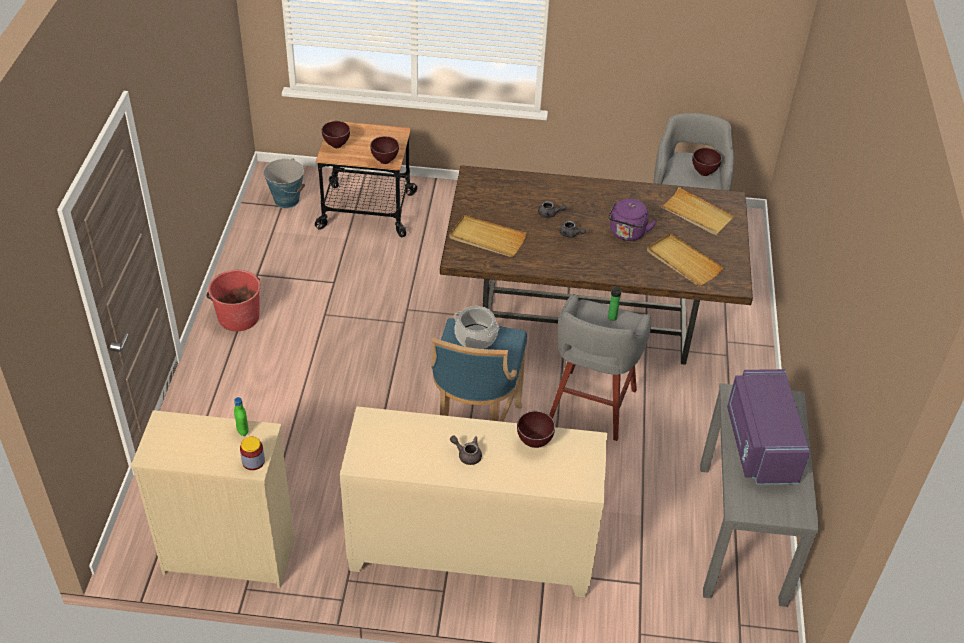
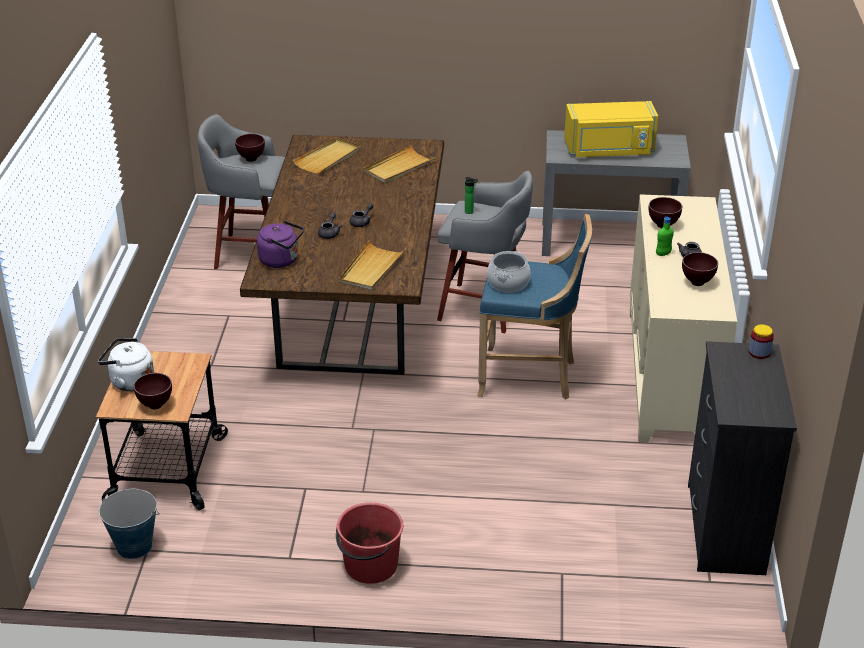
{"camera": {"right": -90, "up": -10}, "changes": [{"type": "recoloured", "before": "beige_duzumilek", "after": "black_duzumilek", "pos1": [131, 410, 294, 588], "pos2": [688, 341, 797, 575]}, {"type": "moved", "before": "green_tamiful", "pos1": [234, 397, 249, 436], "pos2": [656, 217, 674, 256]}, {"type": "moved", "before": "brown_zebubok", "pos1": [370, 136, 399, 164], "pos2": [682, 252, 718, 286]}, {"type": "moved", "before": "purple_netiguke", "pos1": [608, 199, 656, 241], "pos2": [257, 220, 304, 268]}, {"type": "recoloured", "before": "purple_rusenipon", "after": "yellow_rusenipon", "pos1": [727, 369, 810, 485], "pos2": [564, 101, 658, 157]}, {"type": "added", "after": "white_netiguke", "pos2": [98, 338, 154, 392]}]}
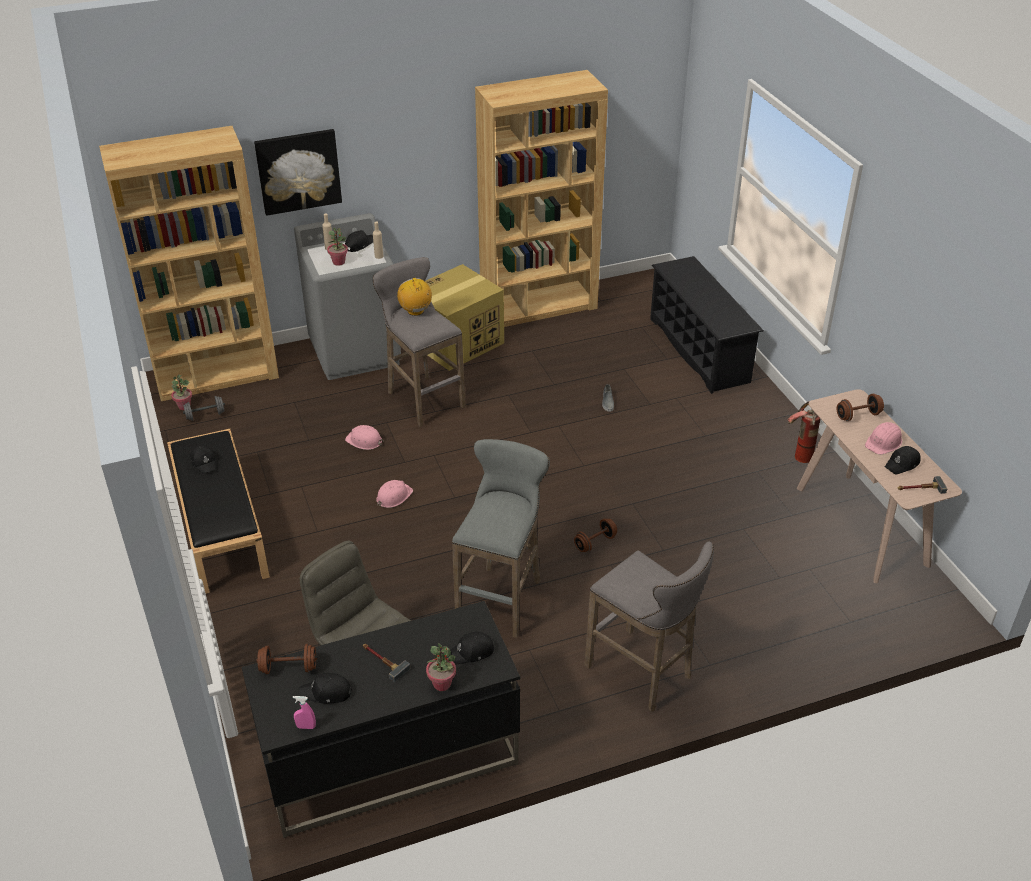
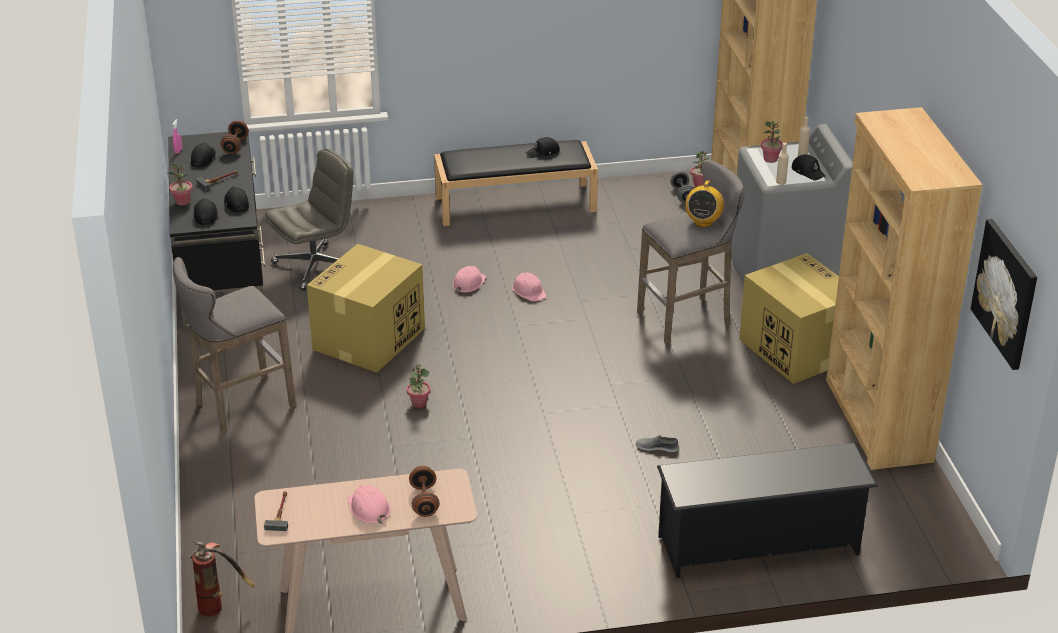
{"camera": {"right": 100, "up": -5}, "changes": [{"type": "moved", "before": "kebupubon", "pos1": [254, 129, 342, 216], "pos2": [971, 219, 1037, 370]}, {"type": "moved", "before": "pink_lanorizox", "pos1": [345, 425, 384, 450], "pos2": [453, 266, 486, 292]}, {"type": "turned", "before": "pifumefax", "pos1": [397, 278, 432, 316], "pos2": [685, 180, 724, 227], "turn": 120}, {"type": "replaced", "before": "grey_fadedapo", "after": "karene", "pos1": [452, 439, 550, 638], "pos2": [307, 244, 425, 373]}, {"type": "replaced", "before": "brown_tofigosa", "after": "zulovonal", "pos1": [574, 519, 617, 552], "pos2": [407, 364, 431, 408]}, {"type": "moved", "before": "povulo", "pos1": [788, 401, 820, 463], "pos2": [189, 542, 255, 617]}, {"type": "moved", "before": "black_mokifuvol", "pos1": [885, 446, 921, 474], "pos2": [224, 186, 249, 212]}]}
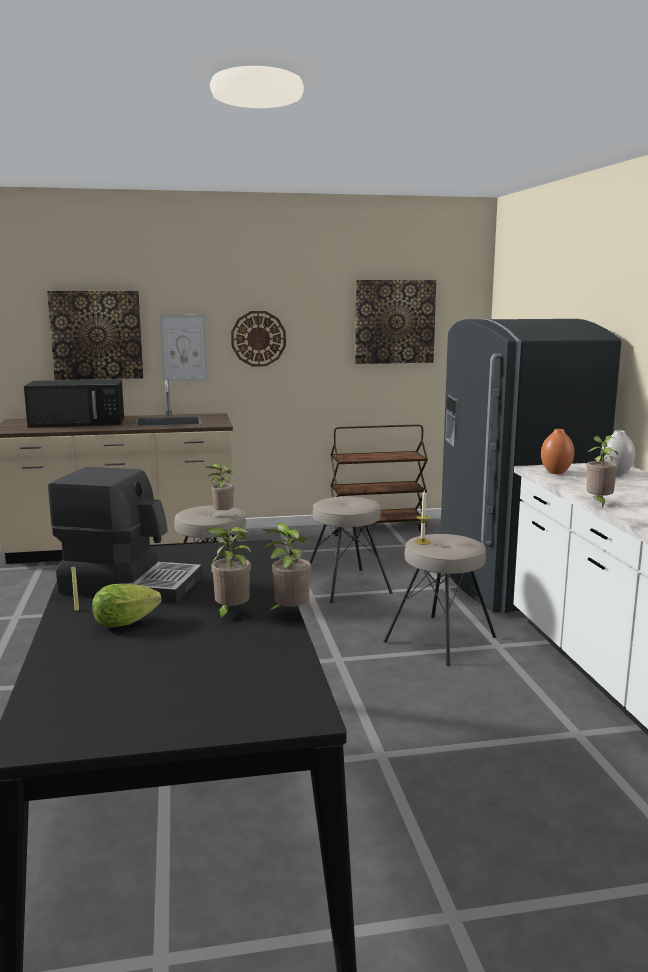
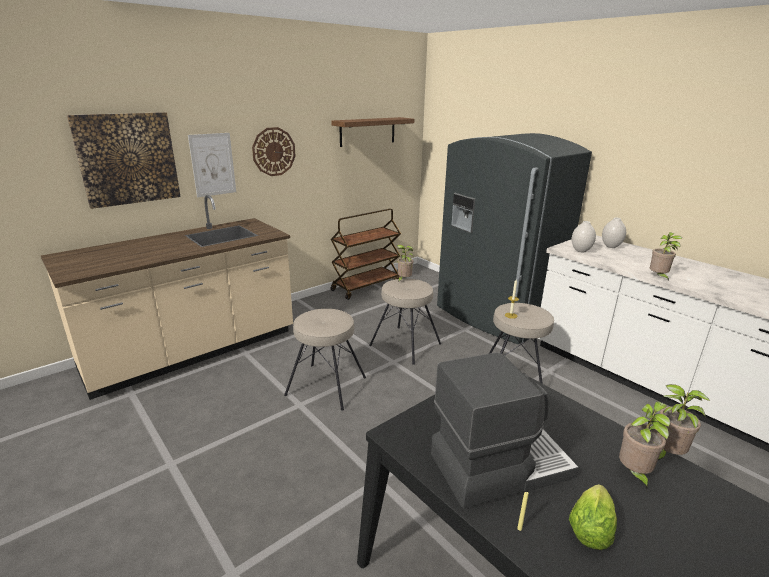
{"camera": {"right": -30, "up": 10}, "changes": [{"type": "removed", "before": "black_rusenipon", "pos1": [24, 379, 124, 428]}, {"type": "moved", "before": "zulovonal", "pos1": [205, 463, 234, 515], "pos2": [396, 245, 414, 283]}, {"type": "replaced", "before": "kebupubon", "after": "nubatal", "pos1": [355, 280, 436, 364], "pos2": [331, 117, 414, 147]}, {"type": "recoloured", "before": "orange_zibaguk", "after": "white_zibaguk", "pos1": [541, 429, 574, 474], "pos2": [572, 221, 596, 252]}]}
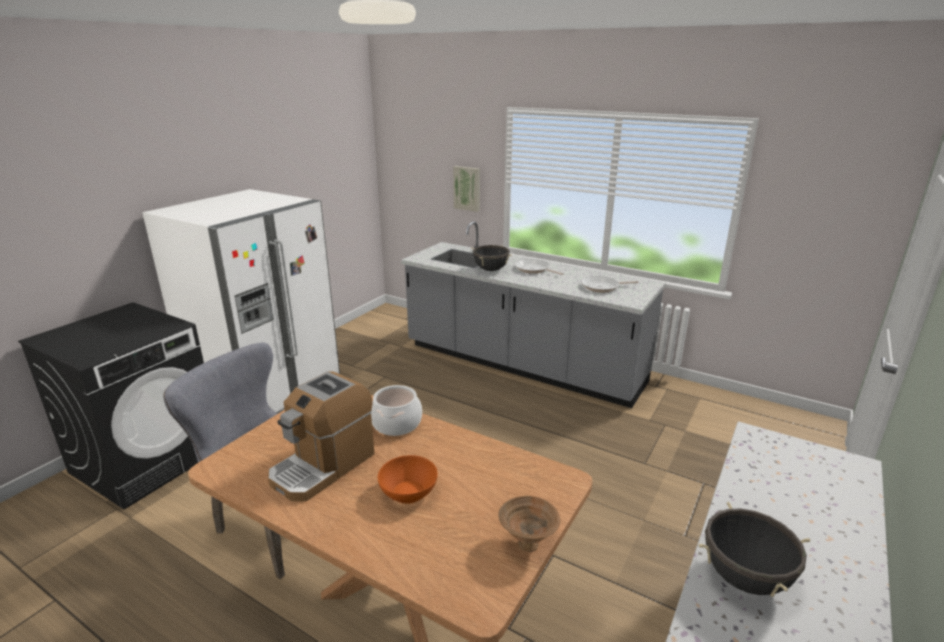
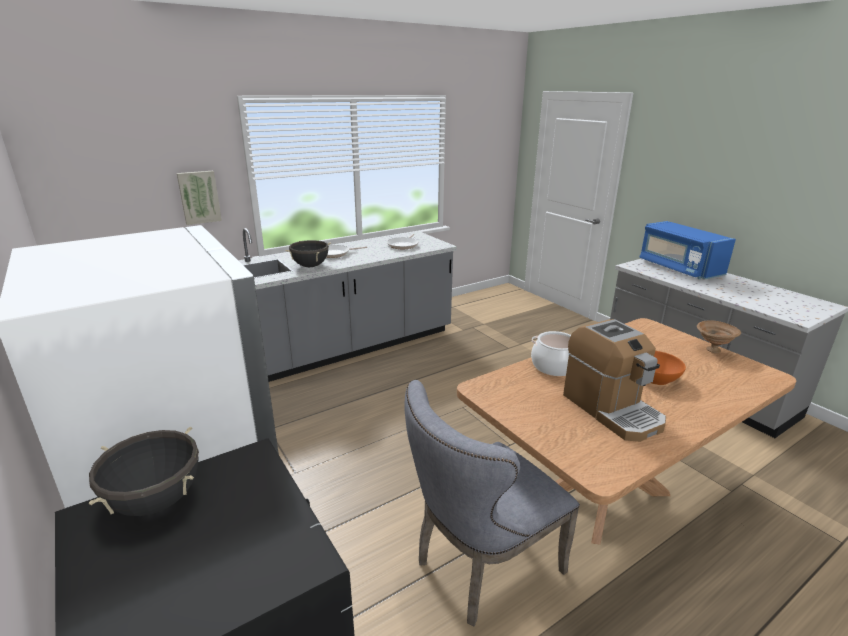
{"camera": {"right": -65, "up": 0}, "changes": [{"type": "moved", "before": "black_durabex", "pos1": [699, 502, 810, 597], "pos2": [89, 427, 199, 516]}, {"type": "added", "after": "blue_rusenipon", "pos2": [639, 221, 736, 279]}]}
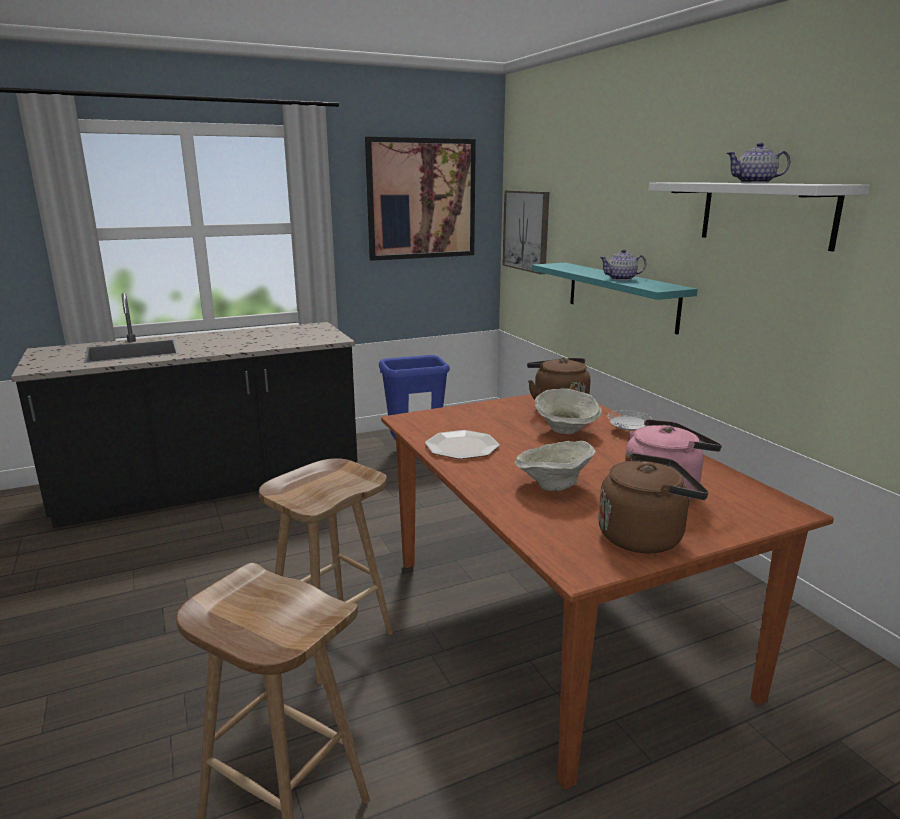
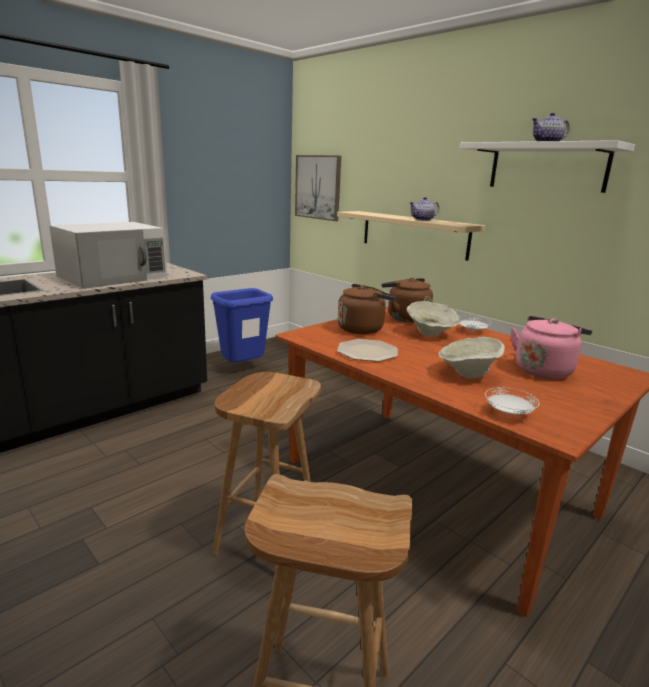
{"camera": {"right": -20, "up": 0}, "changes": [{"type": "removed", "before": "kebupubon", "pos1": [365, 137, 476, 261]}, {"type": "recoloured", "before": "turquoise_nubatal", "after": "beige_nubatal", "pos1": [532, 263, 698, 335], "pos2": [337, 211, 486, 261]}, {"type": "moved", "before": "brown_netiguke", "pos1": [598, 453, 708, 554], "pos2": [338, 284, 396, 334]}, {"type": "added", "after": "white_rusenipon", "pos2": [49, 222, 167, 289]}, {"type": "added", "after": "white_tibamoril", "pos2": [485, 387, 539, 415]}]}
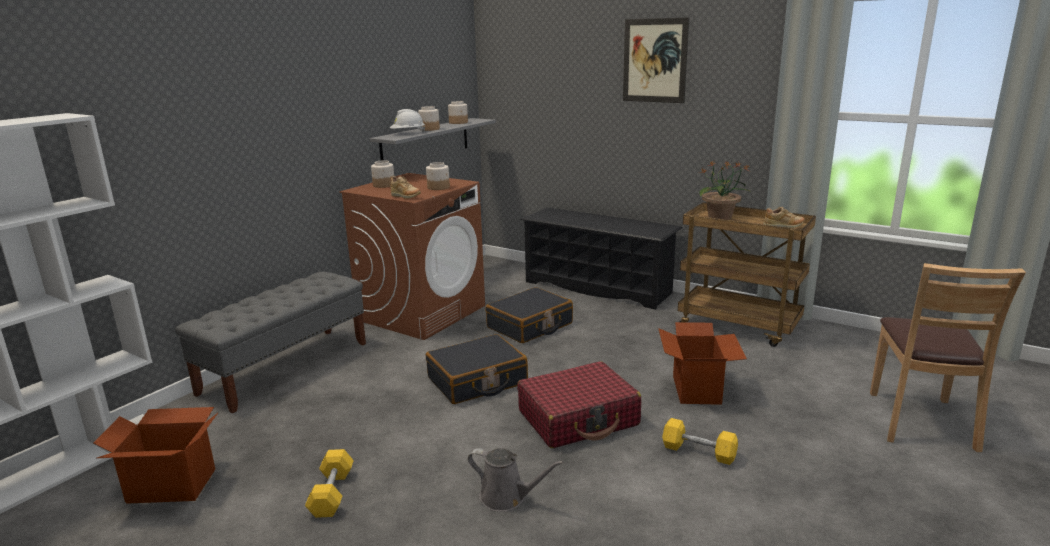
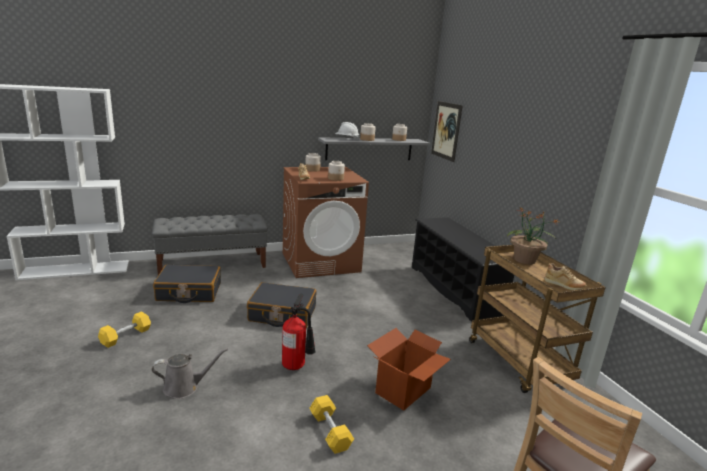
{"camera": {"right": 35, "up": 0}, "changes": [{"type": "removed", "before": "karene", "pos1": [94, 407, 218, 504]}, {"type": "turned", "before": "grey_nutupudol", "pos1": [468, 448, 563, 512], "pos2": [152, 348, 228, 399], "turn": -75}, {"type": "moved", "before": "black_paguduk", "pos1": [486, 287, 573, 343], "pos2": [153, 265, 221, 303]}, {"type": "replaced", "before": "red_paguduk", "after": "povulo", "pos1": [517, 361, 641, 448], "pos2": [282, 294, 316, 370]}, {"type": "moved", "before": "kebupubon", "pos1": [623, 17, 689, 103], "pos2": [431, 101, 463, 162]}]}
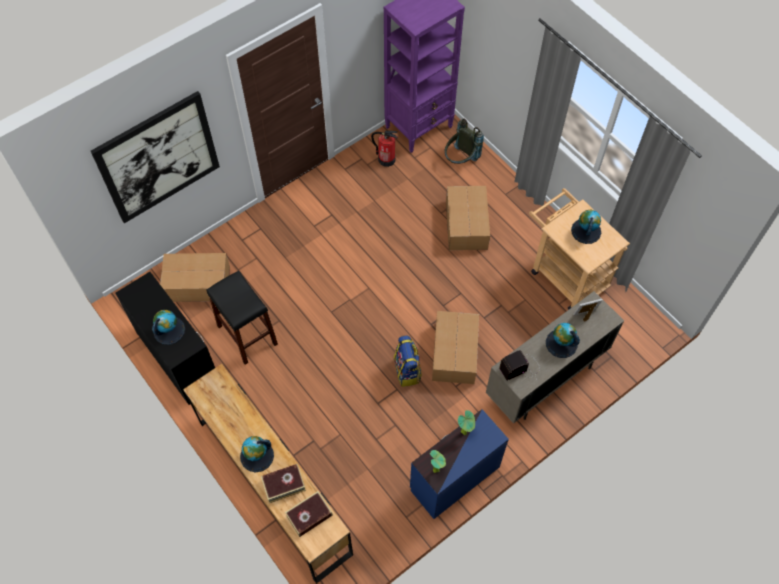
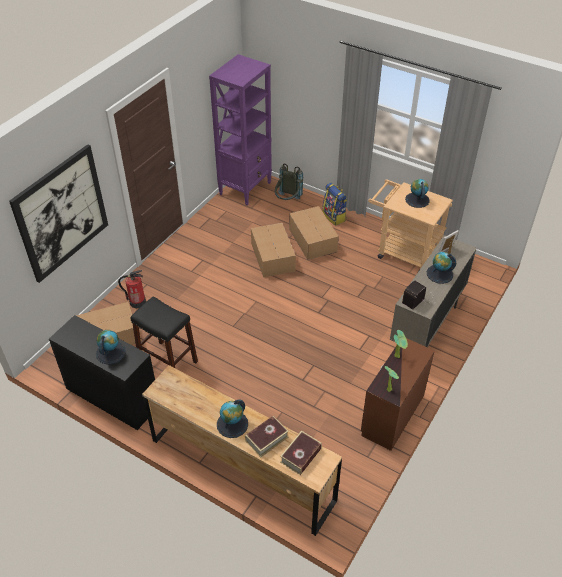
{"camera": {"right": -20, "up": -15}, "changes": [{"type": "moved", "before": "povulo", "pos1": [371, 131, 398, 167], "pos2": [118, 270, 146, 308]}, {"type": "moved", "before": "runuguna", "pos1": [394, 336, 422, 387], "pos2": [322, 183, 347, 226]}, {"type": "recoloured", "before": "blue_duzumilek", "after": "brown_duzumilek", "pos1": [410, 409, 509, 519], "pos2": [361, 338, 435, 451]}, {"type": "moved", "before": "karene", "pos1": [432, 311, 479, 384], "pos2": [251, 223, 296, 277]}]}
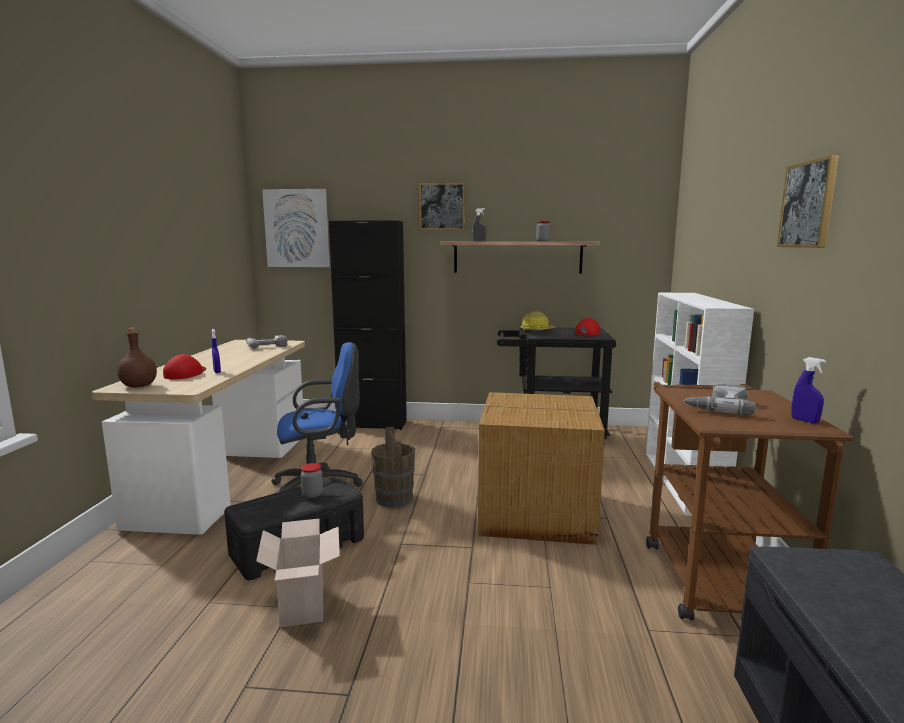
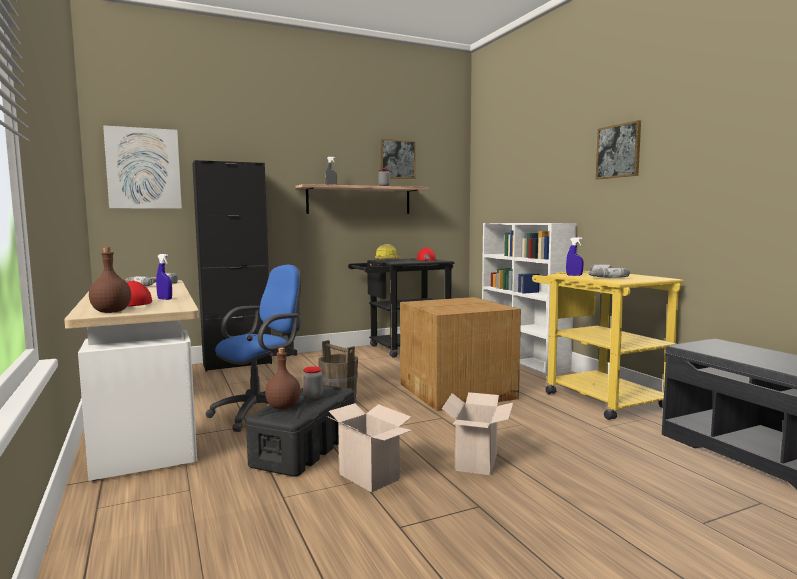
{"camera": {"right": -30, "up": -5}, "changes": [{"type": "moved", "before": "kebupubon", "pos1": [419, 183, 465, 230], "pos2": [380, 139, 416, 179]}, {"type": "recoloured", "before": "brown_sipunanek", "after": "yellow_sipunanek", "pos1": [646, 382, 853, 620], "pos2": [532, 271, 684, 420]}, {"type": "moved", "before": "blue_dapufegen", "pos1": [791, 357, 826, 424], "pos2": [566, 237, 584, 276]}, {"type": "added", "after": "brown_tamiful", "pos2": [265, 347, 301, 409]}, {"type": "added", "after": "karene", "pos2": [442, 392, 513, 475]}]}
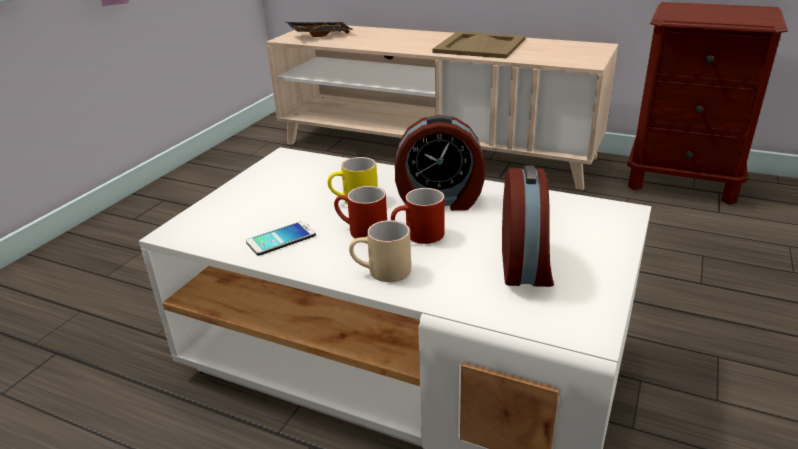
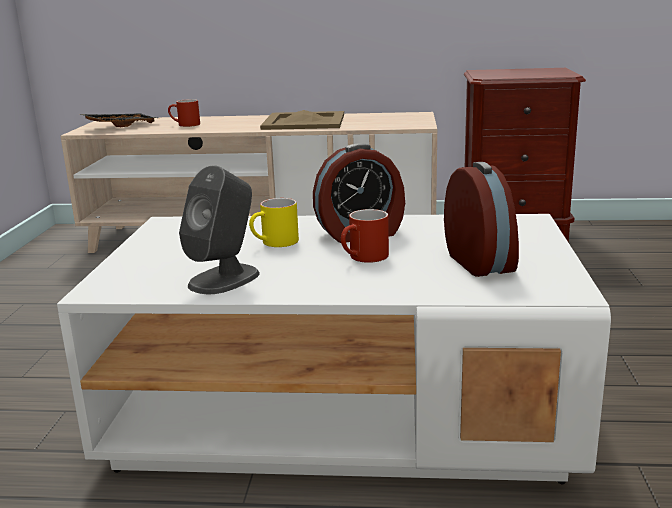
{"camera": {"right": -20, "up": -10}, "changes": [{"type": "replaced", "before": "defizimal", "after": "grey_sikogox", "pos1": [246, 221, 316, 255], "pos2": [179, 165, 260, 294]}, {"type": "moved", "before": "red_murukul", "pos1": [334, 186, 387, 239], "pos2": [168, 99, 200, 127]}, {"type": "removed", "before": "beige_murukul", "pos1": [349, 220, 411, 282]}]}
